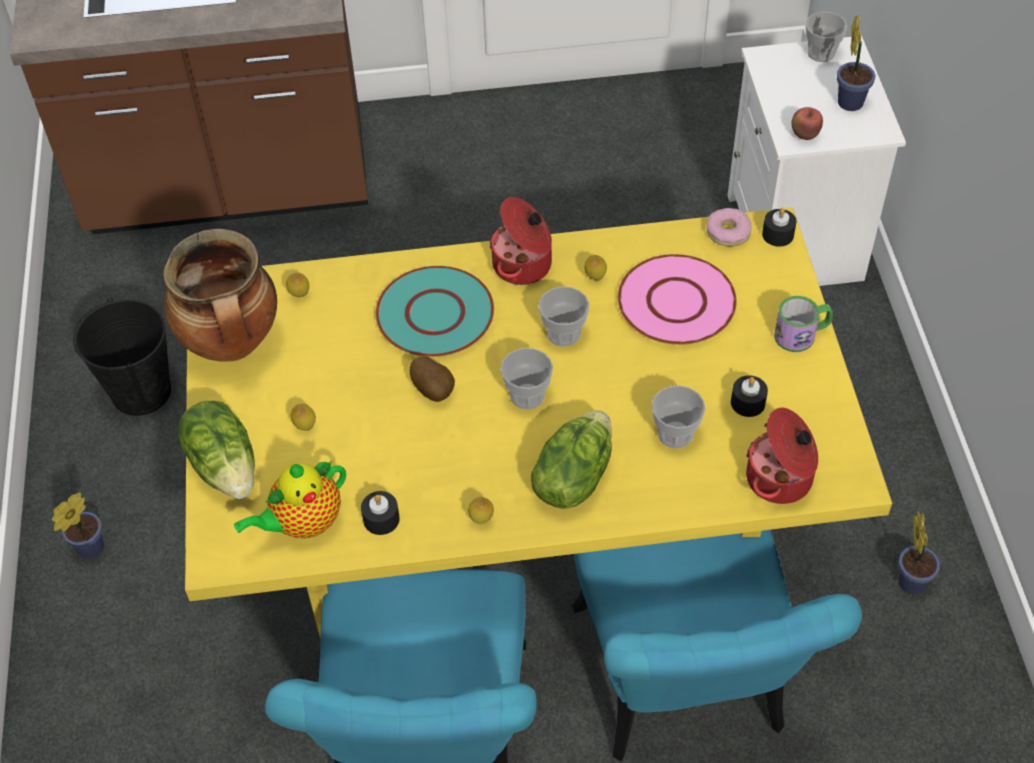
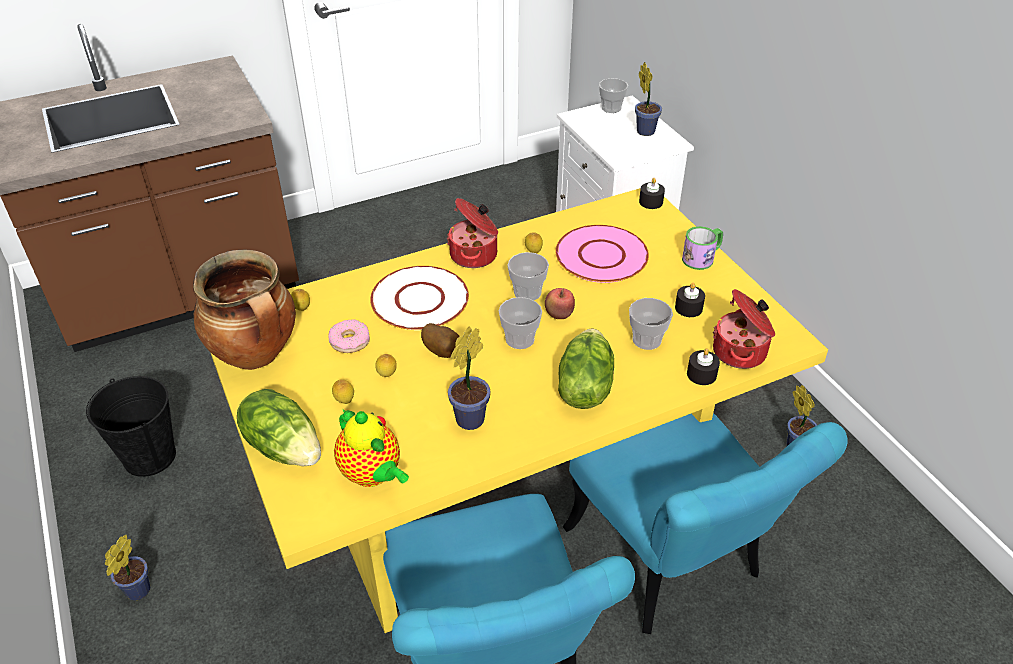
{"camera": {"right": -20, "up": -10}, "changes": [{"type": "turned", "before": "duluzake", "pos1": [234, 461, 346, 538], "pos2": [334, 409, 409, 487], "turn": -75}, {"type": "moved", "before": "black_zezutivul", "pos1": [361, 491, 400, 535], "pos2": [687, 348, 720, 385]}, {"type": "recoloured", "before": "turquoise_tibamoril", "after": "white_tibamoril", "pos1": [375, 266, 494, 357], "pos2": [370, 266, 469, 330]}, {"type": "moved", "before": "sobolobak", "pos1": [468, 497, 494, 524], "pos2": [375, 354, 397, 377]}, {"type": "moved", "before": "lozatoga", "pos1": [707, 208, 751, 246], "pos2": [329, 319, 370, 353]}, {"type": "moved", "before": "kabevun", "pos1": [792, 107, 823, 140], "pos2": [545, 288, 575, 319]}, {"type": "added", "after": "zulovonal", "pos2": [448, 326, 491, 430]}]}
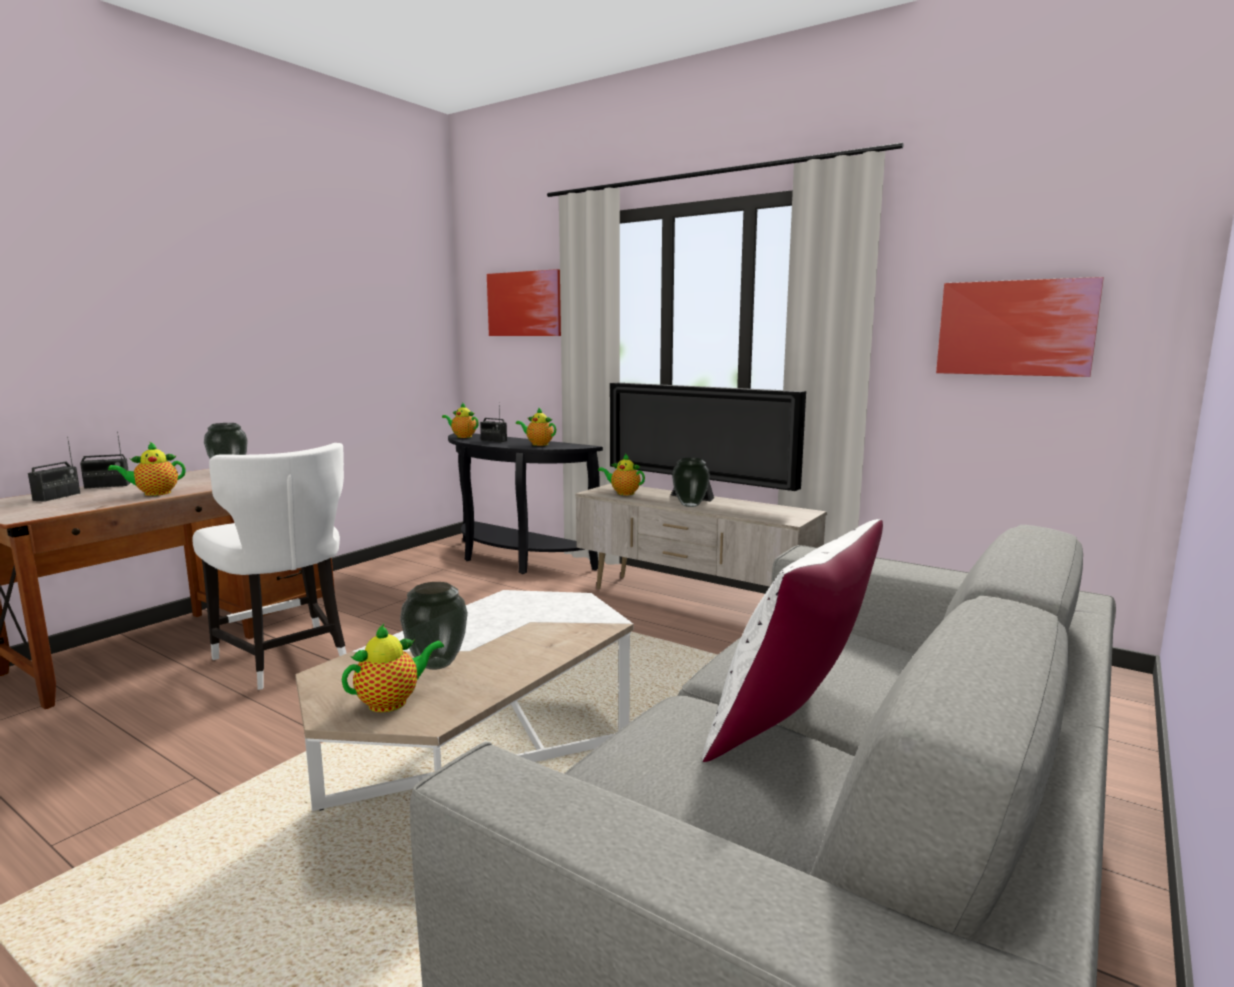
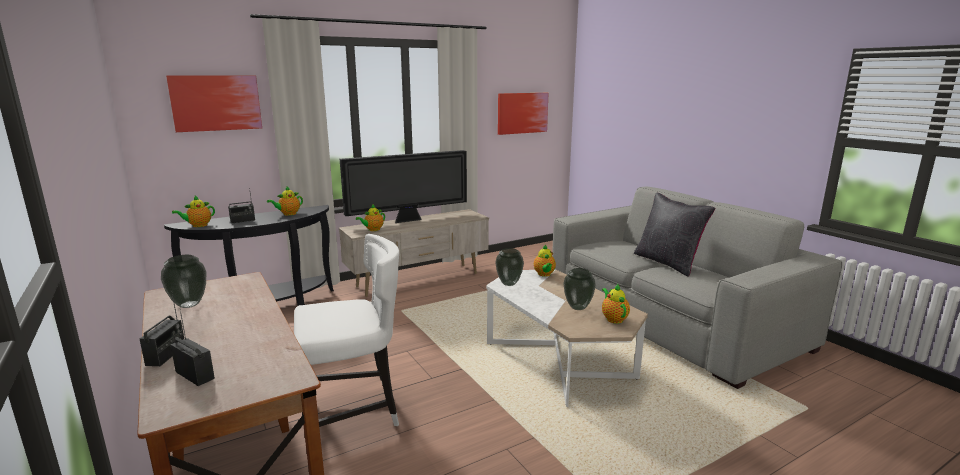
{"camera": {"right": -65, "up": 5}, "changes": [{"type": "moved", "before": "duluzake", "pos1": [108, 441, 185, 496], "pos2": [534, 244, 556, 277]}, {"type": "moved", "before": "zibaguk", "pos1": [672, 458, 710, 507], "pos2": [495, 248, 524, 286]}, {"type": "recoloured", "before": "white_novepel", "after": "black_novepel", "pos1": [702, 519, 883, 762], "pos2": [634, 193, 715, 277]}]}
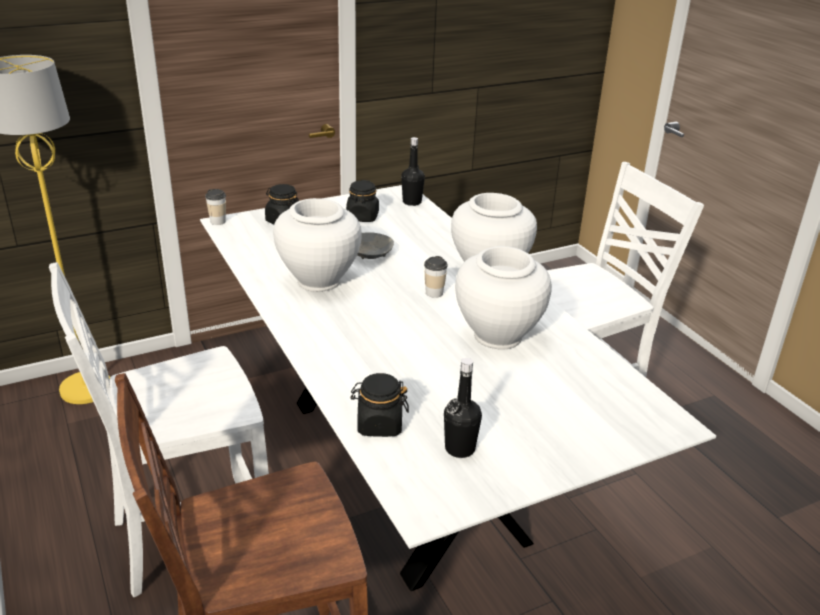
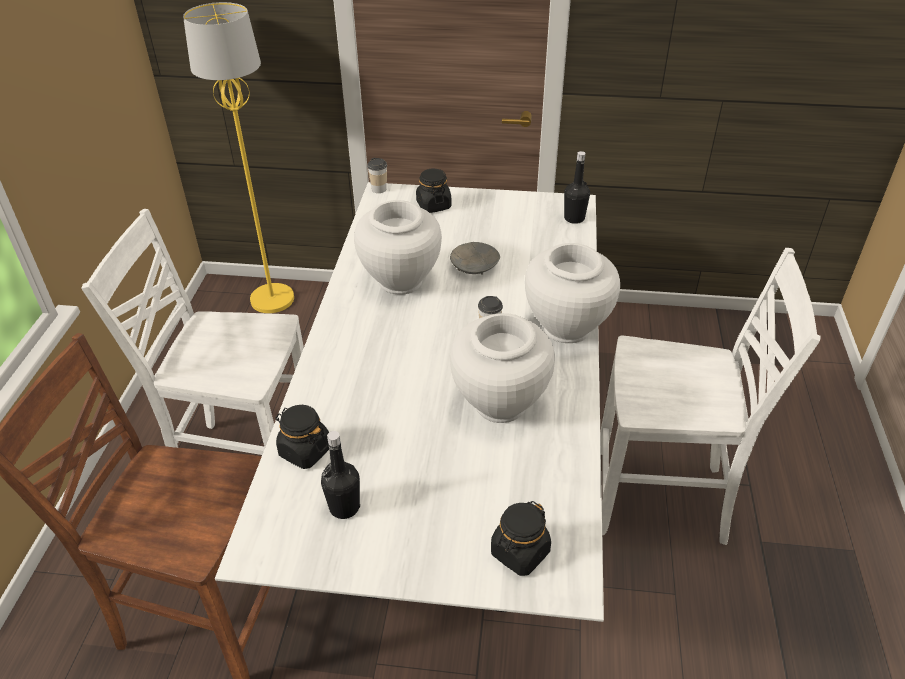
{"camera": {"right": 35, "up": 10}, "changes": [{"type": "moved", "before": "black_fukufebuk", "pos1": [346, 180, 379, 222], "pos2": [491, 501, 551, 576]}]}
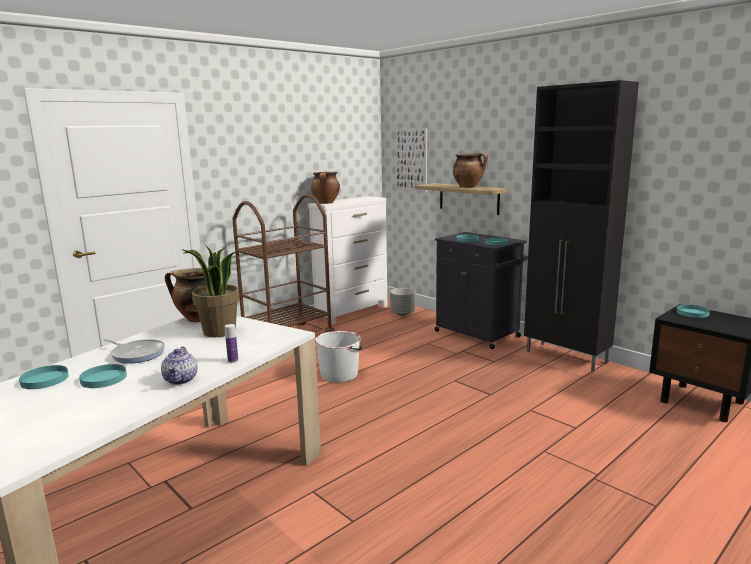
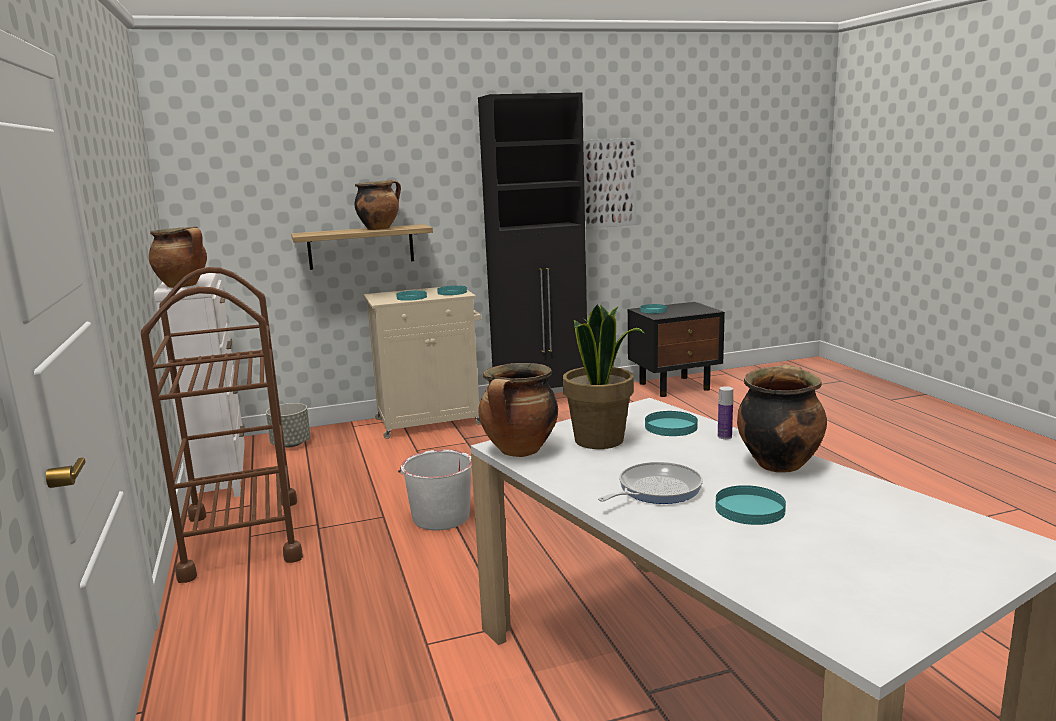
{"camera": {"right": -65, "up": 0}, "changes": [{"type": "moved", "before": "turquoise_tibamoril", "pos1": [19, 365, 69, 389], "pos2": [645, 411, 698, 436]}, {"type": "replaced", "before": "duluzake", "after": "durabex", "pos1": [161, 347, 197, 385], "pos2": [737, 364, 827, 472]}, {"type": "moved", "before": "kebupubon", "pos1": [396, 128, 427, 192], "pos2": [583, 138, 637, 229]}, {"type": "recoloured", "before": "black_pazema", "after": "beige_pazema", "pos1": [435, 232, 528, 349], "pos2": [363, 285, 481, 439]}]}
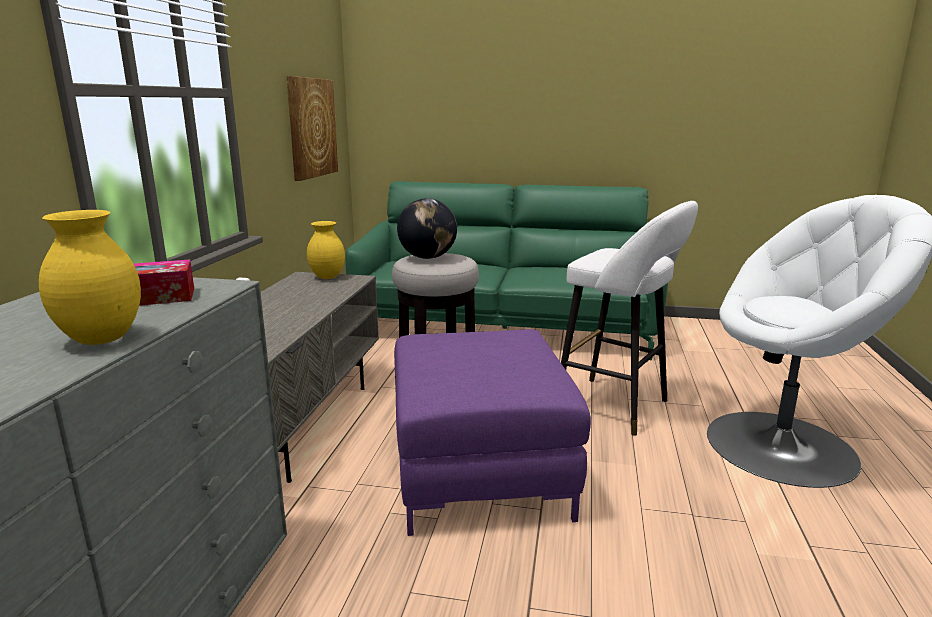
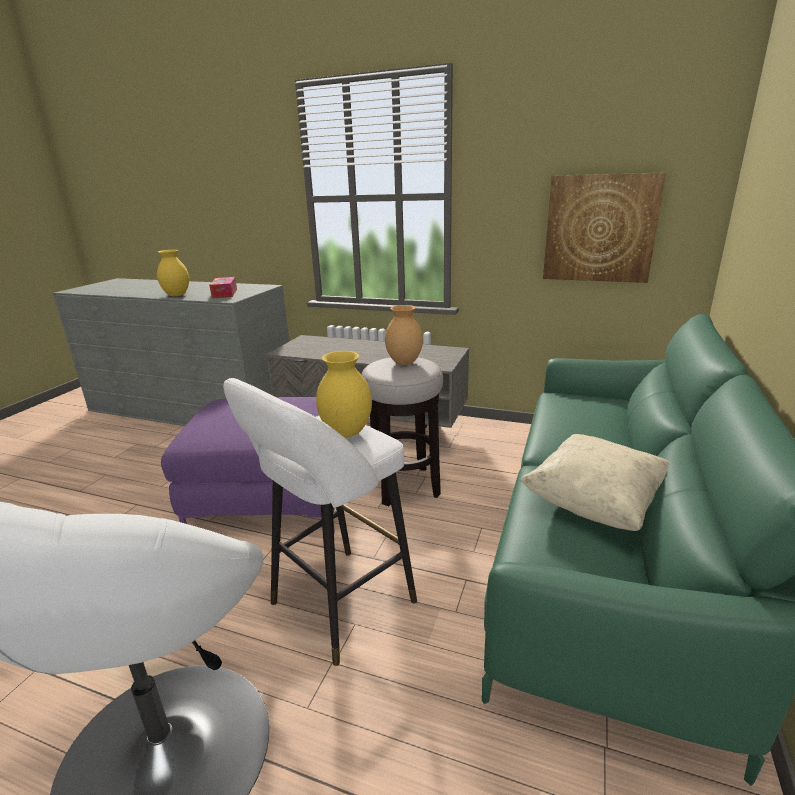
{"camera": {"right": 100, "up": 5}, "changes": [{"type": "moved", "before": "yellow_zibaguk", "pos1": [307, 221, 345, 279], "pos2": [316, 351, 372, 437]}, {"type": "replaced", "before": "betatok", "after": "brown_zibaguk", "pos1": [397, 198, 457, 259], "pos2": [385, 305, 423, 365]}, {"type": "added", "after": "beige_novepel", "pos2": [520, 434, 670, 531]}]}
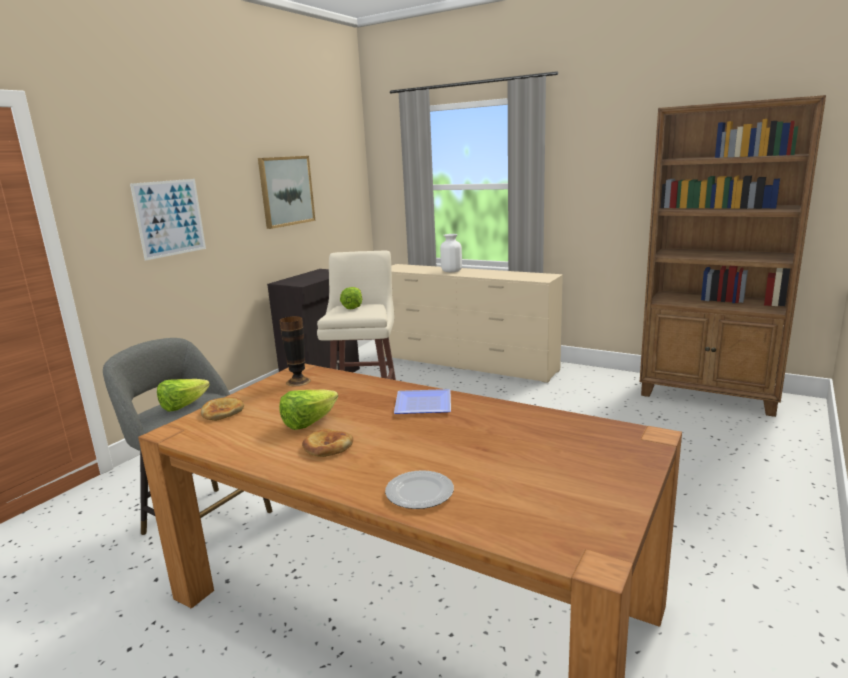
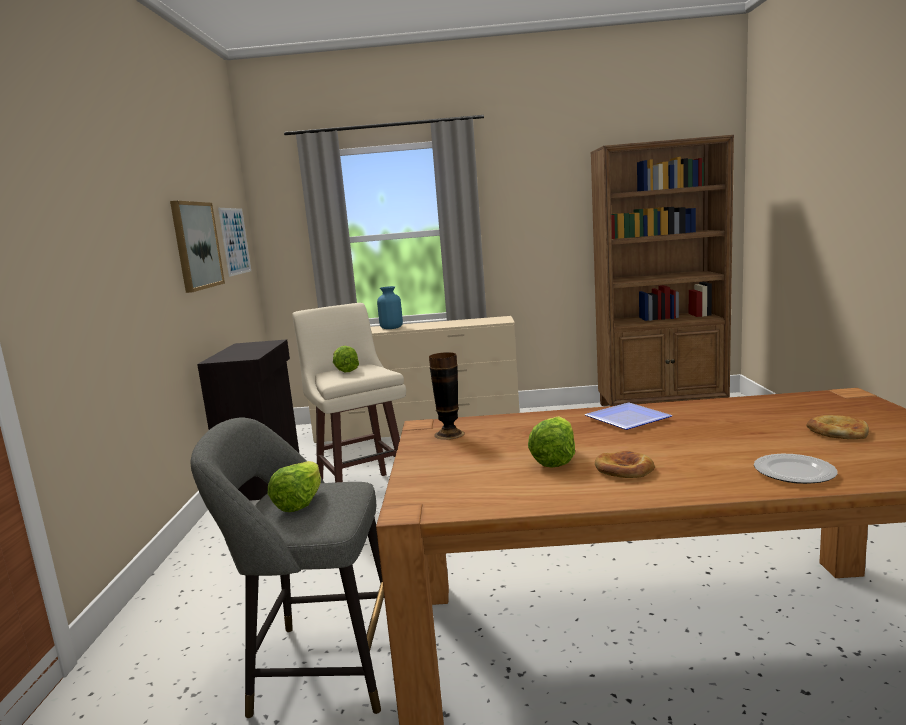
{"camera": {"right": -30, "up": -5}, "changes": [{"type": "moved", "before": "kebupubon", "pos1": [130, 179, 206, 261], "pos2": [218, 208, 251, 277]}, {"type": "moved", "before": "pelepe", "pos1": [201, 397, 244, 421], "pos2": [806, 415, 869, 439]}, {"type": "recoloured", "before": "white_zibaguk", "after": "blue_zibaguk", "pos1": [440, 234, 462, 272], "pos2": [377, 286, 403, 329]}]}
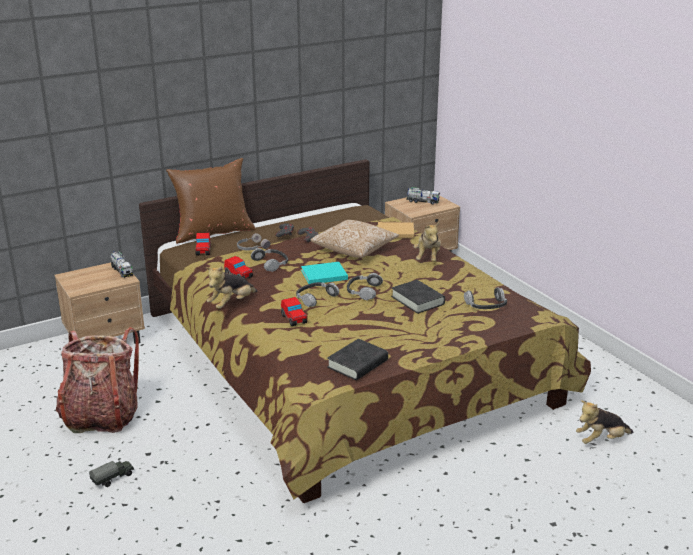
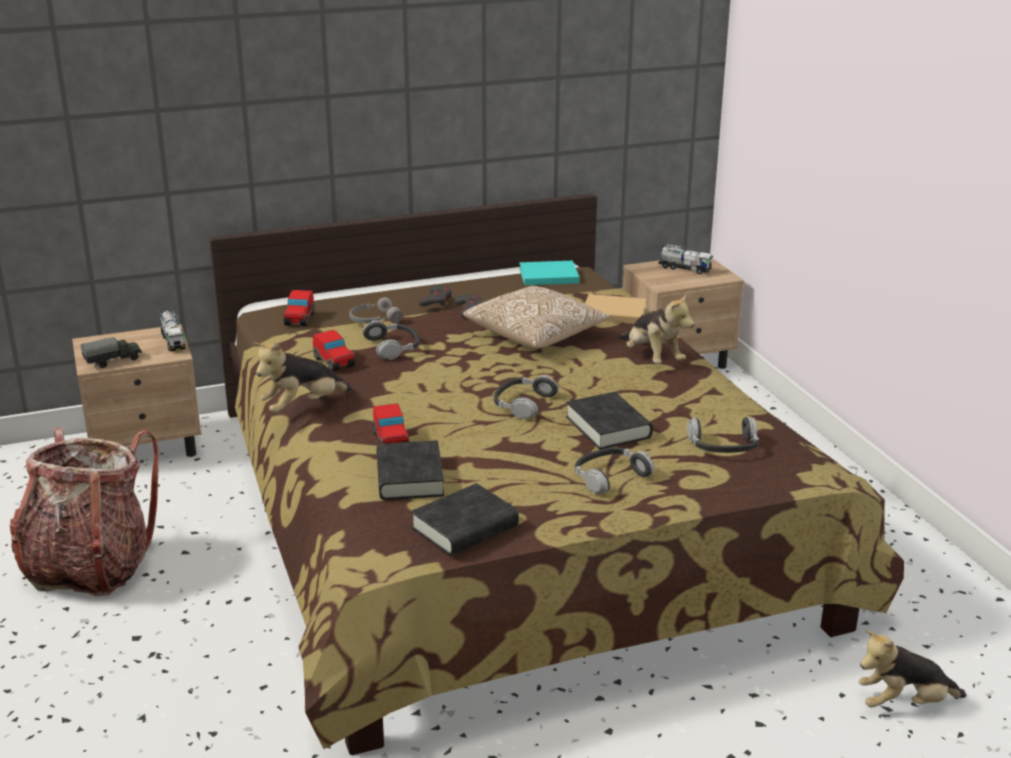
{"camera": {"right": 10, "up": 0}, "changes": [{"type": "moved", "before": "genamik", "pos1": [89, 461, 134, 487], "pos2": [81, 337, 142, 368]}, {"type": "removed", "before": "brown_novepel", "pos1": [166, 158, 256, 244]}, {"type": "moved", "before": "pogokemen", "pos1": [296, 282, 339, 307], "pos2": [575, 447, 654, 494]}, {"type": "moved", "before": "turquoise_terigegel", "pos1": [301, 262, 348, 284], "pos2": [519, 261, 579, 285]}, {"type": "turned", "before": "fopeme", "pos1": [414, 222, 441, 262], "pos2": [619, 292, 695, 364], "turn": -45}, {"type": "added", "after": "black_terigegel", "pos2": [377, 440, 444, 500]}]}
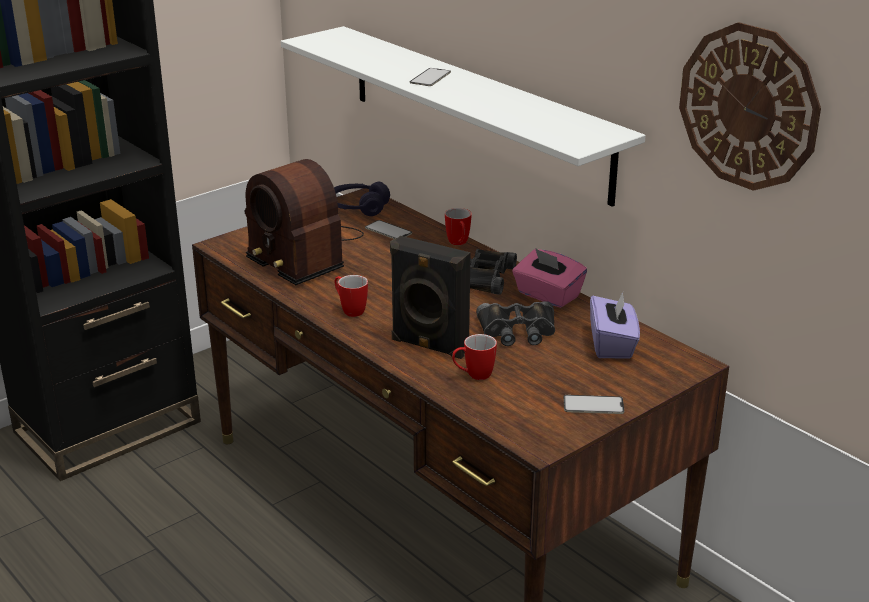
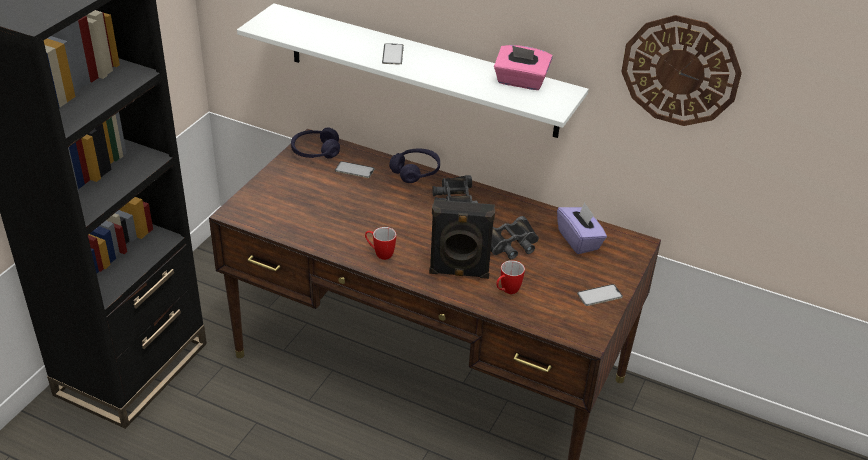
{"camera": {"right": -25, "up": 10}, "changes": [{"type": "removed", "before": "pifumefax", "pos1": [245, 159, 364, 285]}, {"type": "replaced", "before": "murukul", "after": "purple_pogokemen", "pos1": [445, 208, 471, 245], "pos2": [389, 149, 440, 183]}, {"type": "moved", "before": "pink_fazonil", "pos1": [512, 248, 587, 308], "pos2": [494, 45, 553, 90]}]}
